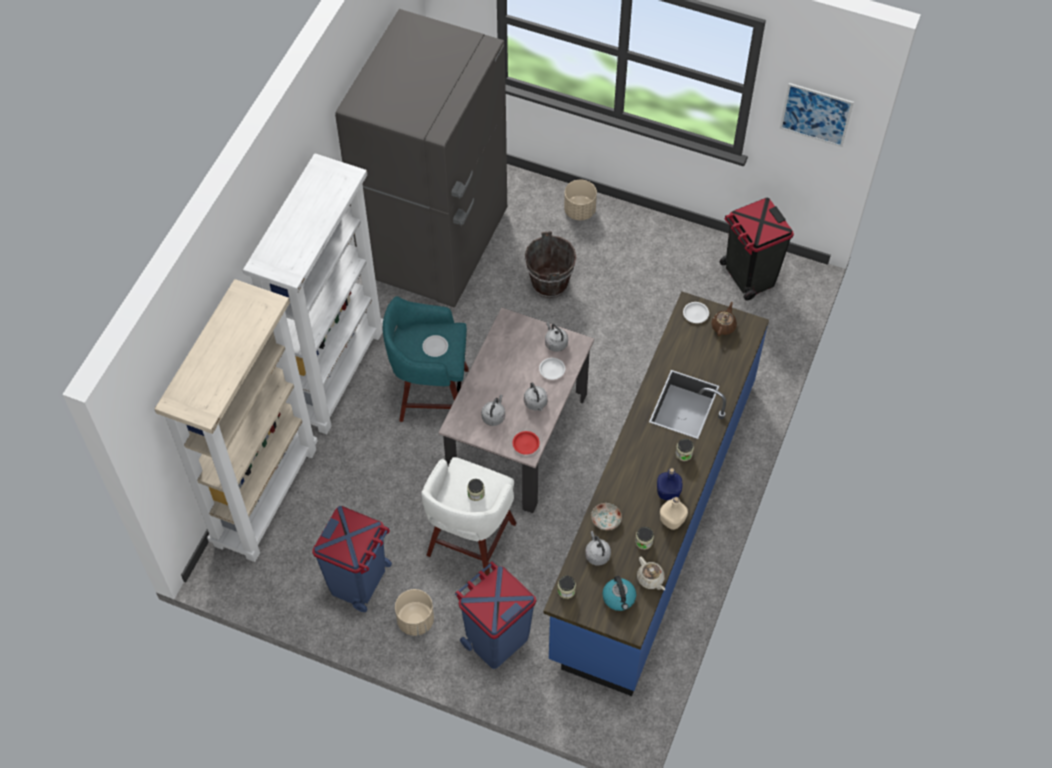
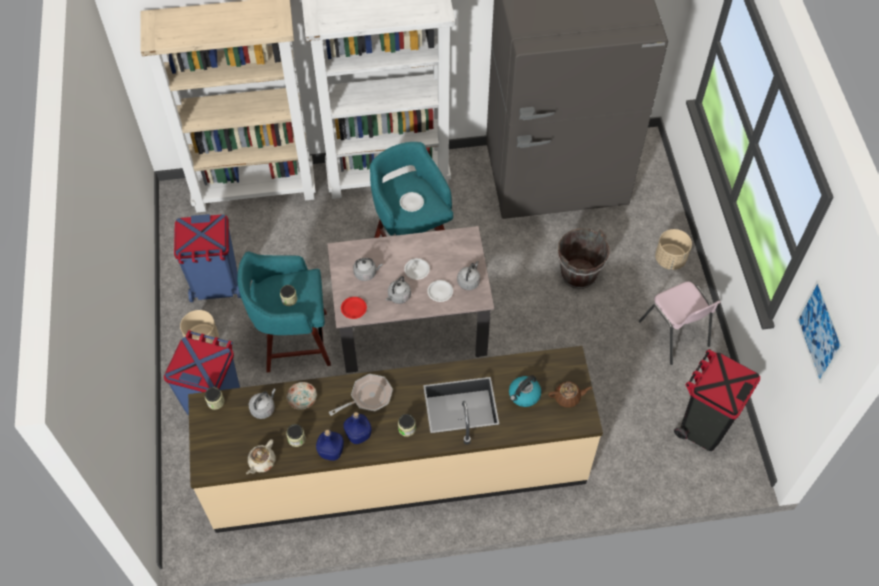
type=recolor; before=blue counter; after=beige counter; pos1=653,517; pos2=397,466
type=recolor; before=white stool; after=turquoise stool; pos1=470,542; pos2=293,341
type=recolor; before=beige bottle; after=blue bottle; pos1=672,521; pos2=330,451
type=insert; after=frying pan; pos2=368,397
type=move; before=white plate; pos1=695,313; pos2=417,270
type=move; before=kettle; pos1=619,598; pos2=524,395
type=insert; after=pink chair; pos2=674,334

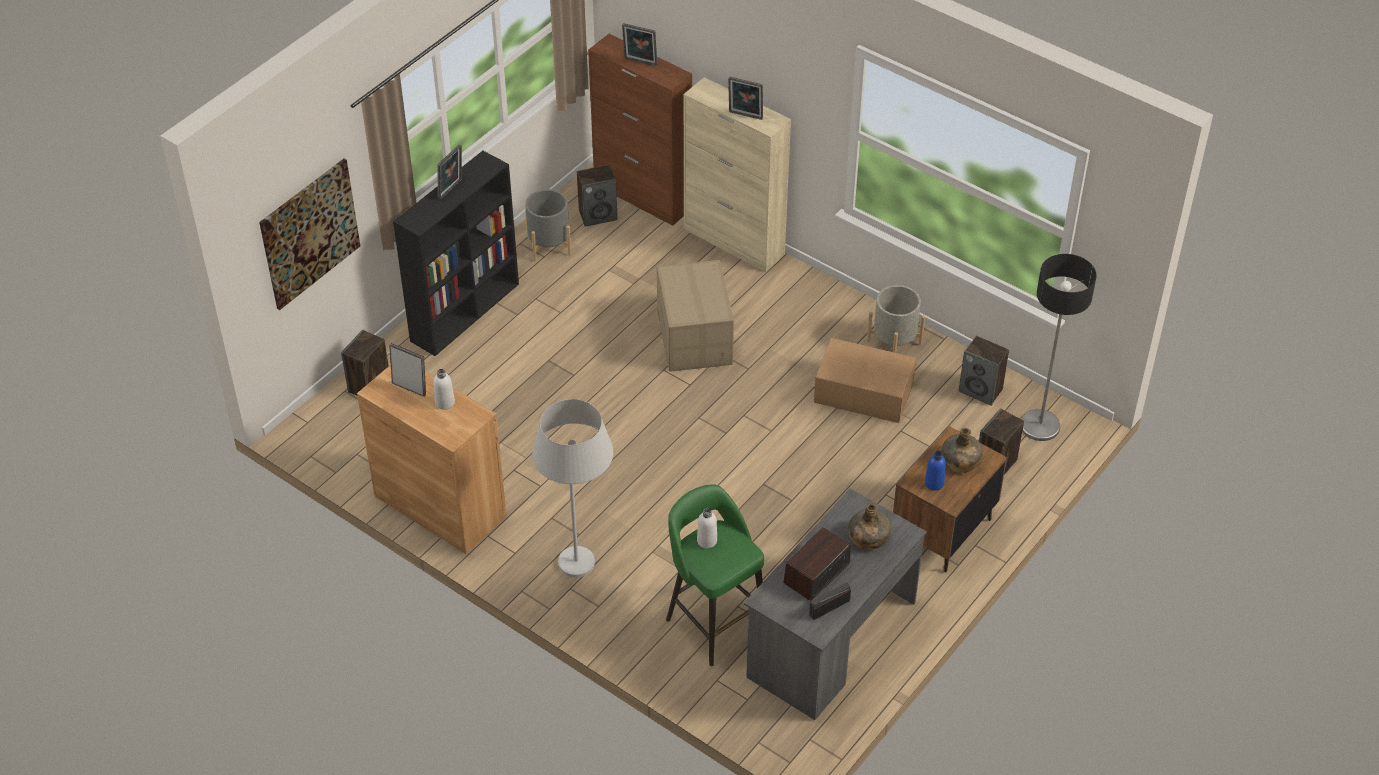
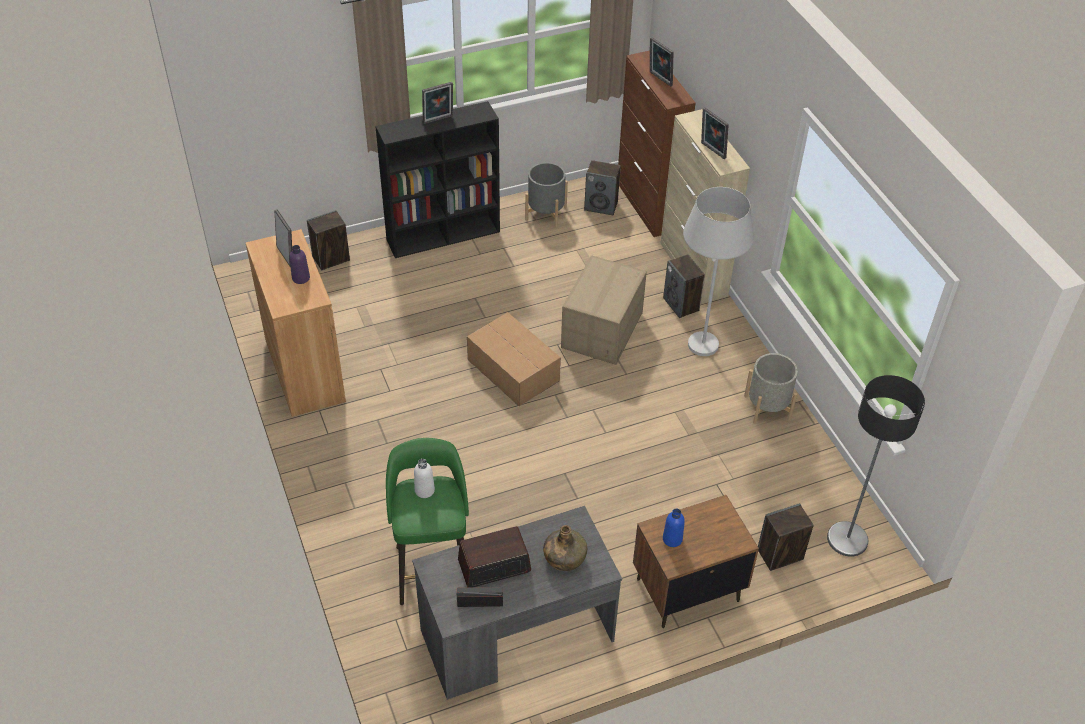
type=recolor; before=white bottle; after=purple bottle; pos1=445,402; pos2=301,278
type=move; before=cardboard box; pos1=862,391; pos2=513,369
type=move; before=speaker; pos1=981,390; pos2=681,304
type=move; before=white floor lamp; pos1=580,579; pos2=699,357
type=delete; before=picture; pos1=309,233
type=delete; before=green bottle; pos1=960,462

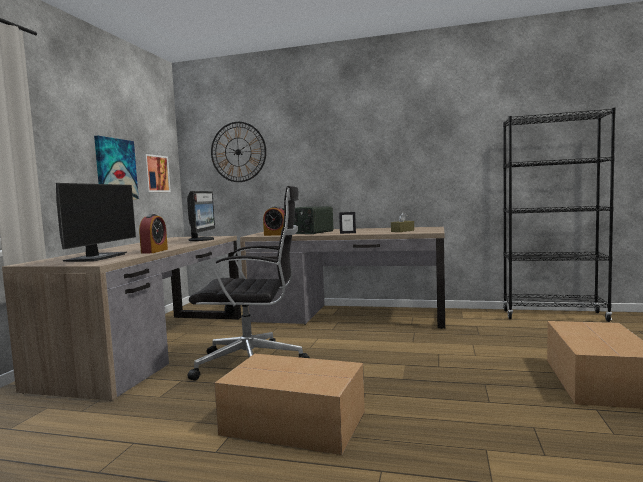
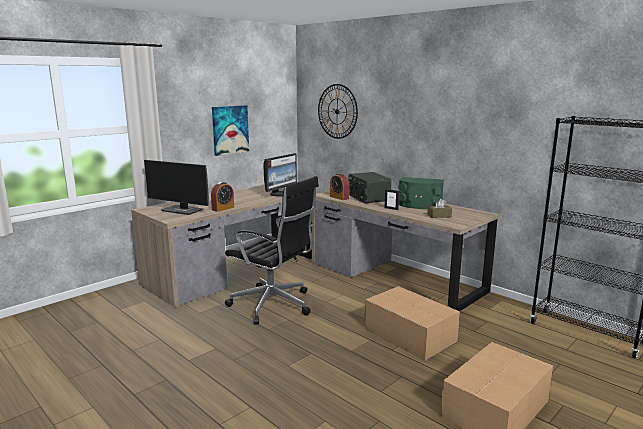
type=rotate; before=monitor; pos1=97,257; pos2=183,210; turn=75
type=move; before=cardboard box; pos1=292,422; pos2=409,334
type=insert; after=green speaker; pos2=419,205
type=delete; before=picture; pos1=154,173

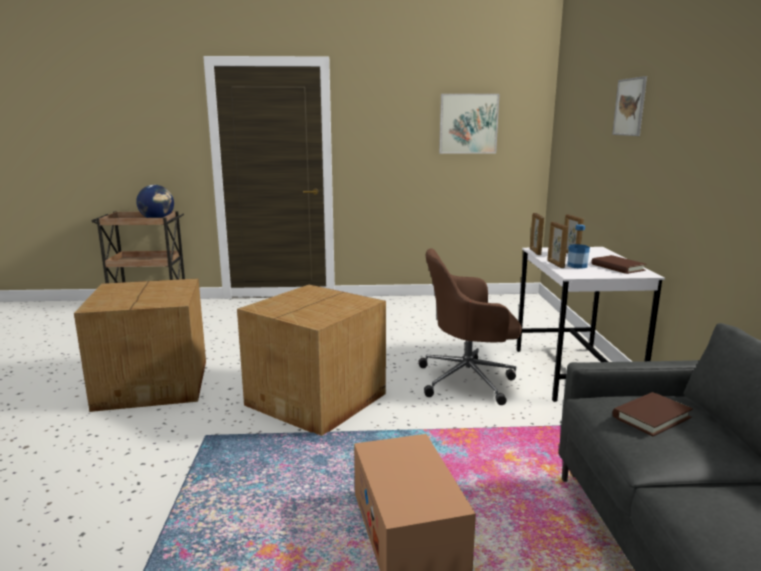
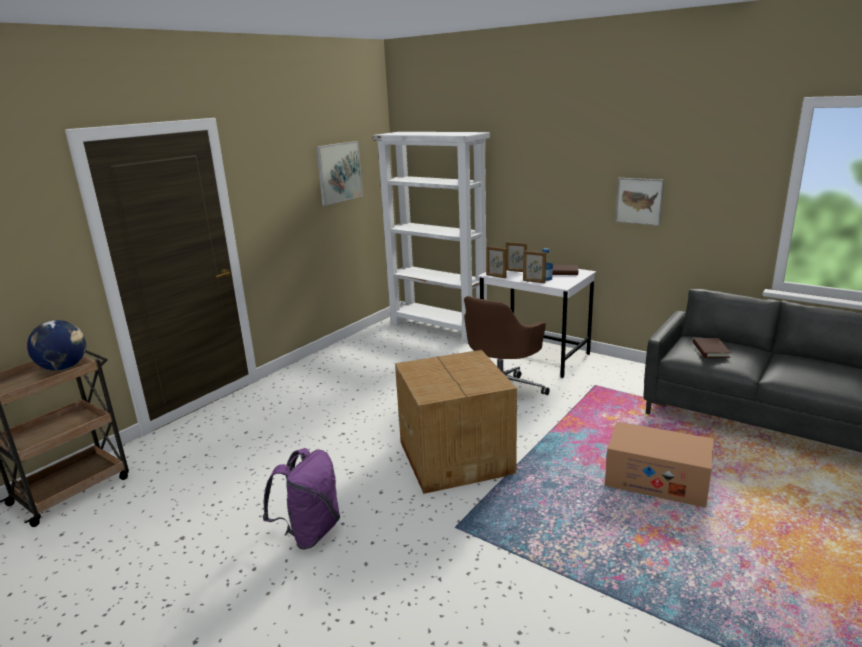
type=replace; before=cardboard box; after=purple backpack; pos1=155,383; pos2=310,532
type=insert; after=white bookcase; pos2=439,328
type=move; before=picture; pos1=630,107; pos2=639,201

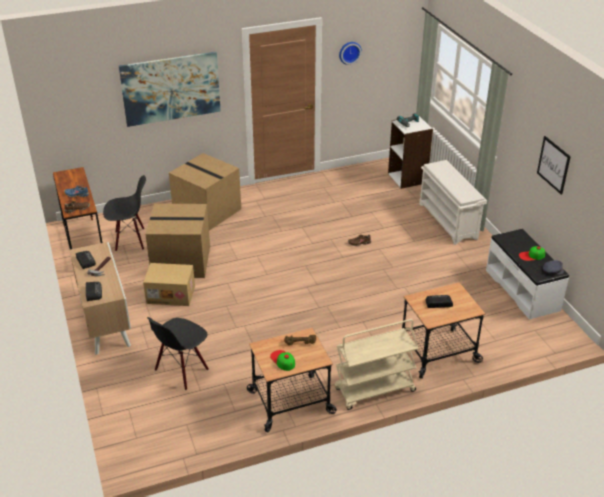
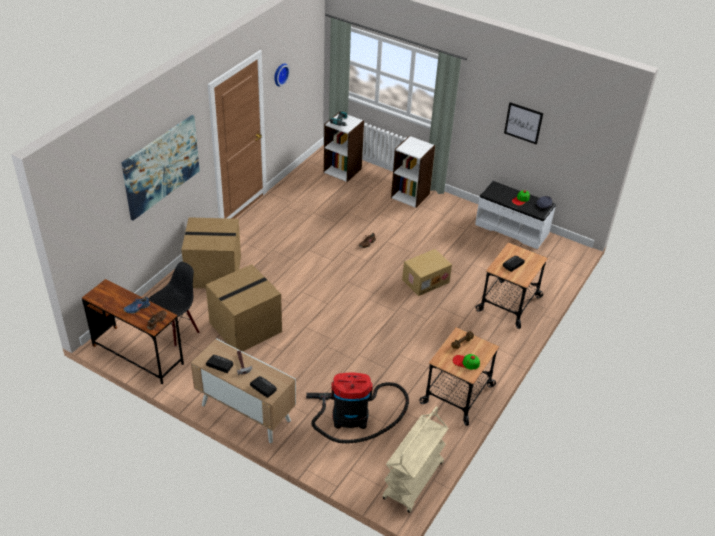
type=replace; before=black chair; after=vacuum cleaner; pos1=182,370; pos2=354,416
type=move; before=beige cart; pos1=374,390; pos2=413,481
type=replace; before=white shoe rack; after=white bookcase; pos1=448,221; pos2=410,195
type=move; before=cardboard box; pos1=171,294; pos2=425,280

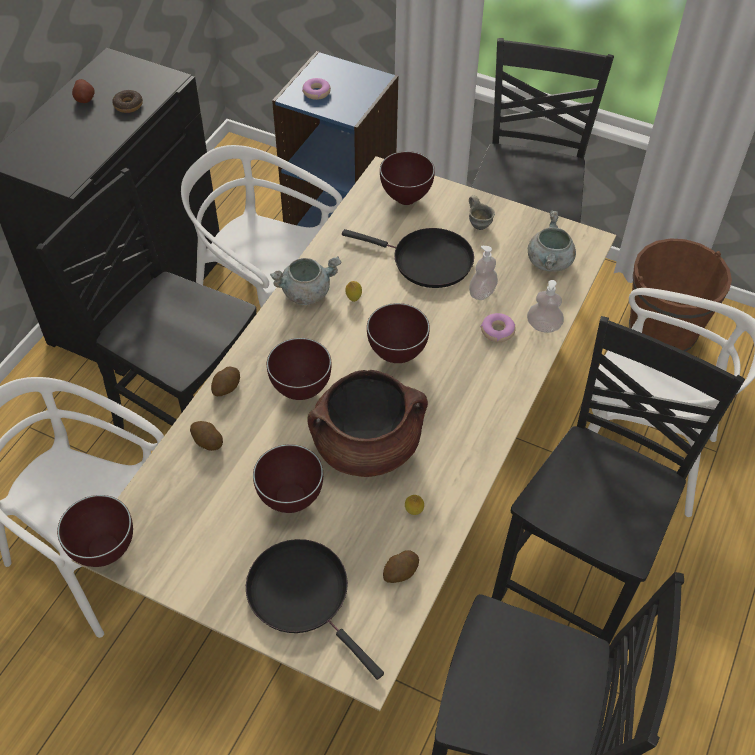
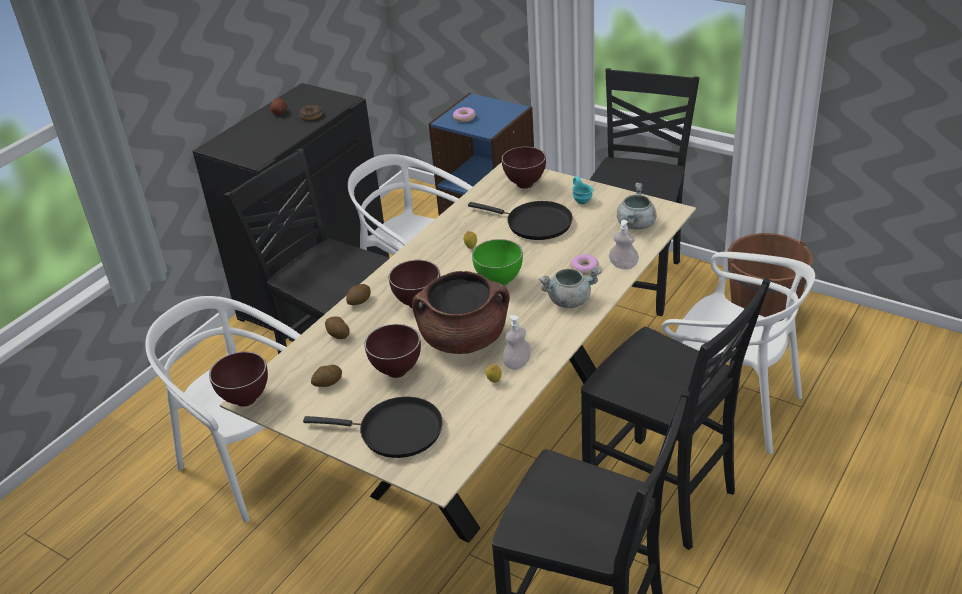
type=rotate; before=black frying pan; pos1=303,595; pos2=395,431; turn=135
type=move; before=potato; pos1=400,573; pos2=328,383
type=recolor; before=brown bowl; after=green bowl; pos1=397,354; pos2=499,282
type=move; before=soap dispenser; pos1=482,293; pos2=517,363
type=move; before=grey cooking pot; pos1=306,292; pos2=569,300
type=recolor; before=grey mug; after=turquoise mug; pos1=479,224; pos2=582,200
type=rotate; before=black chair; pos1=578,577; pos2=662,495; turn=90

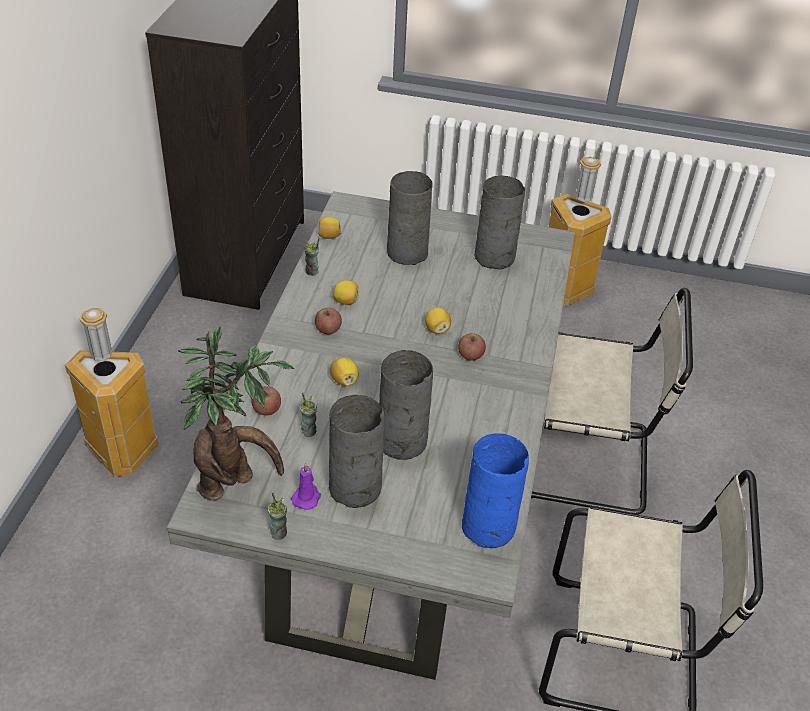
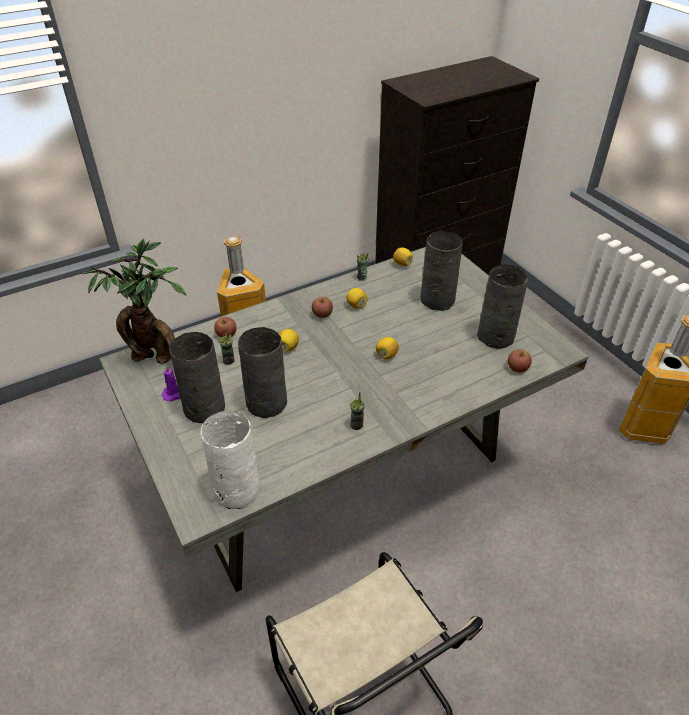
type=recolor; before=blue vase; after=white vase; pos1=488,528; pos2=235,490
type=move; before=cup; pos1=278,532; pos2=357,425
type=move; before=apple; pos1=470,355; pos2=517,368
type=delete; before=beige chair; pos1=588,461

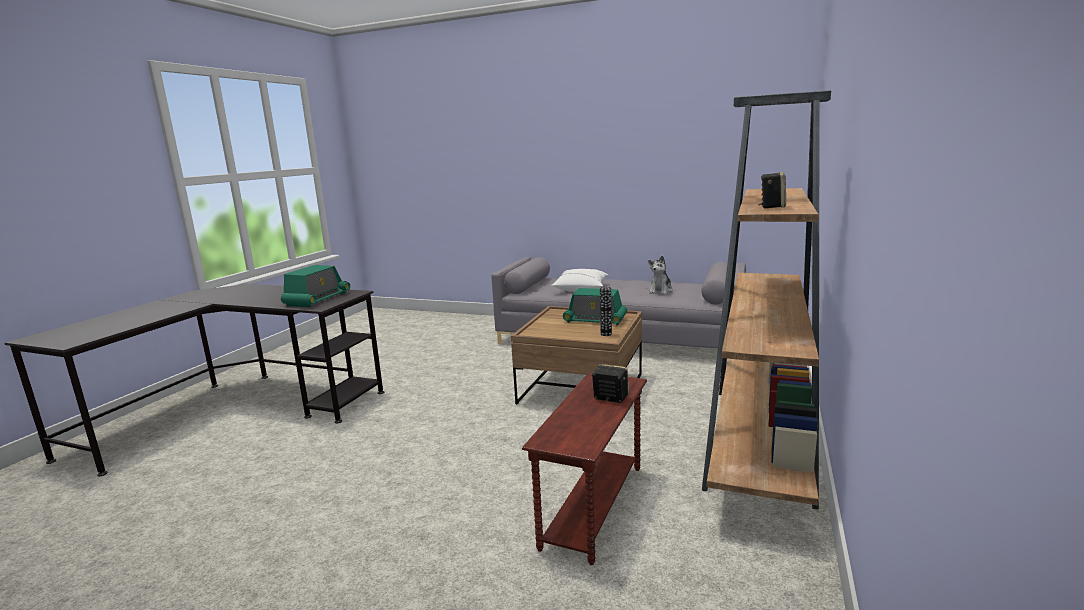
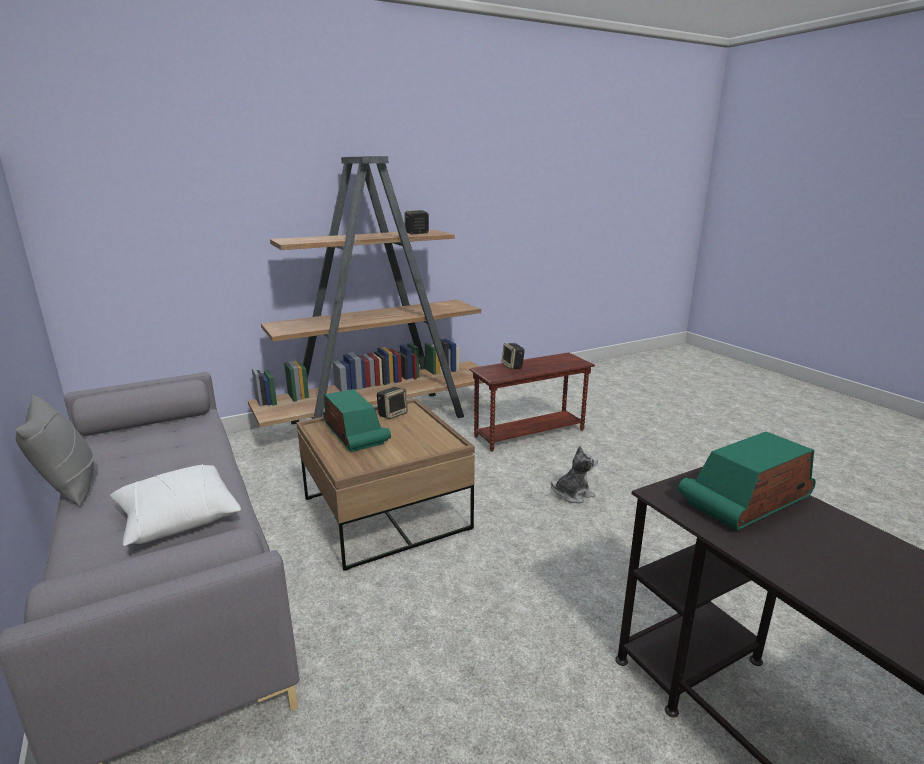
type=insert; after=grey pillow; pos2=70,486
type=replace; before=vase; after=speaker; pos1=606,334; pos2=392,414
type=move; before=plush toy; pos1=660,291; pos2=573,494

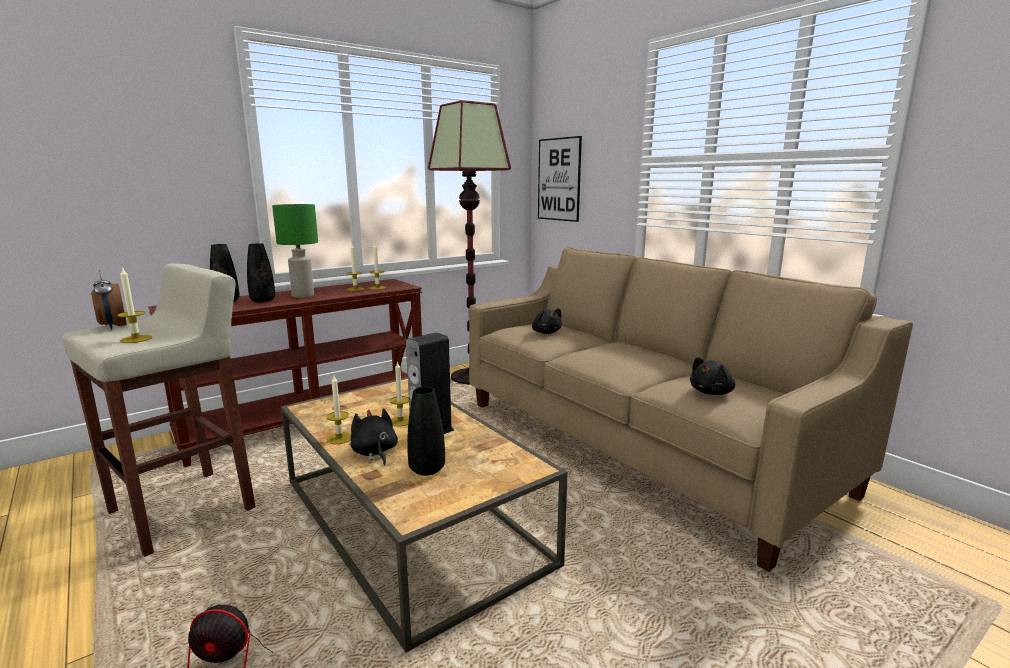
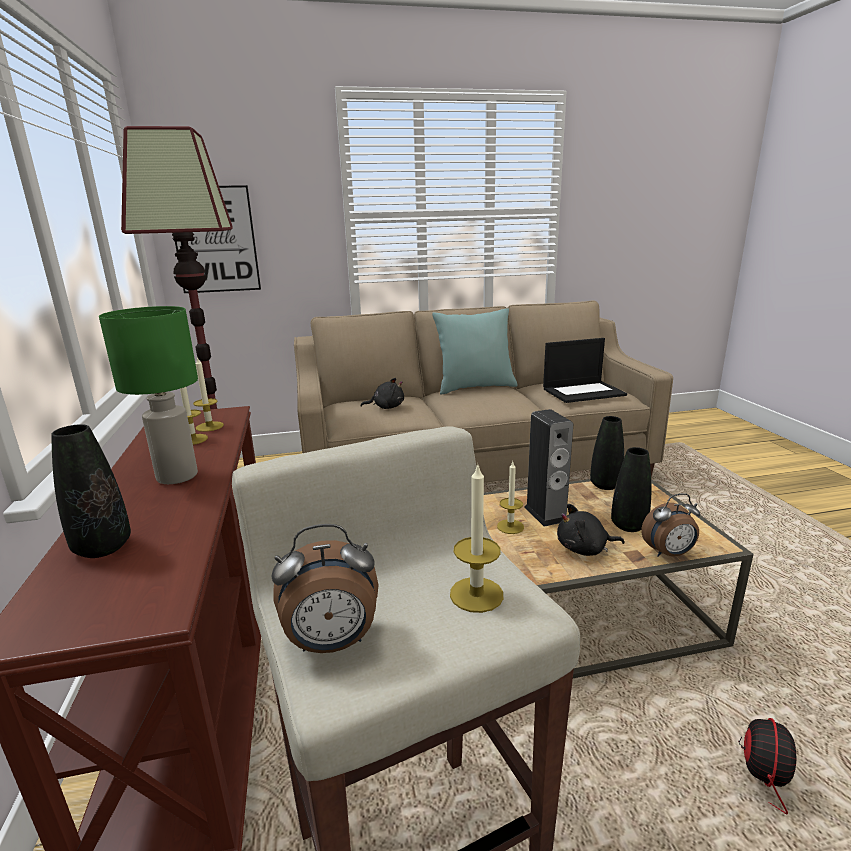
type=insert; after=turquoise pillow; pos2=475,387
type=replace; before=black plush toy; after=laptop; pos1=712,392; pos2=583,392
type=move; before=black vase; pos1=263,300; pos2=605,485
type=insert; after=alarm clock; pos2=669,554
type=delete; before=candle; pos1=339,438

